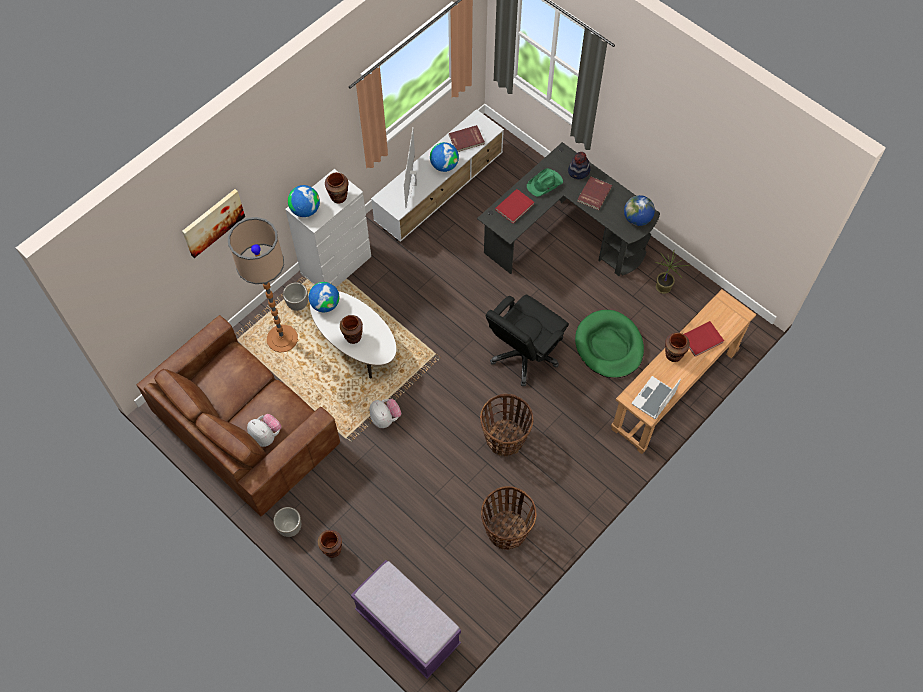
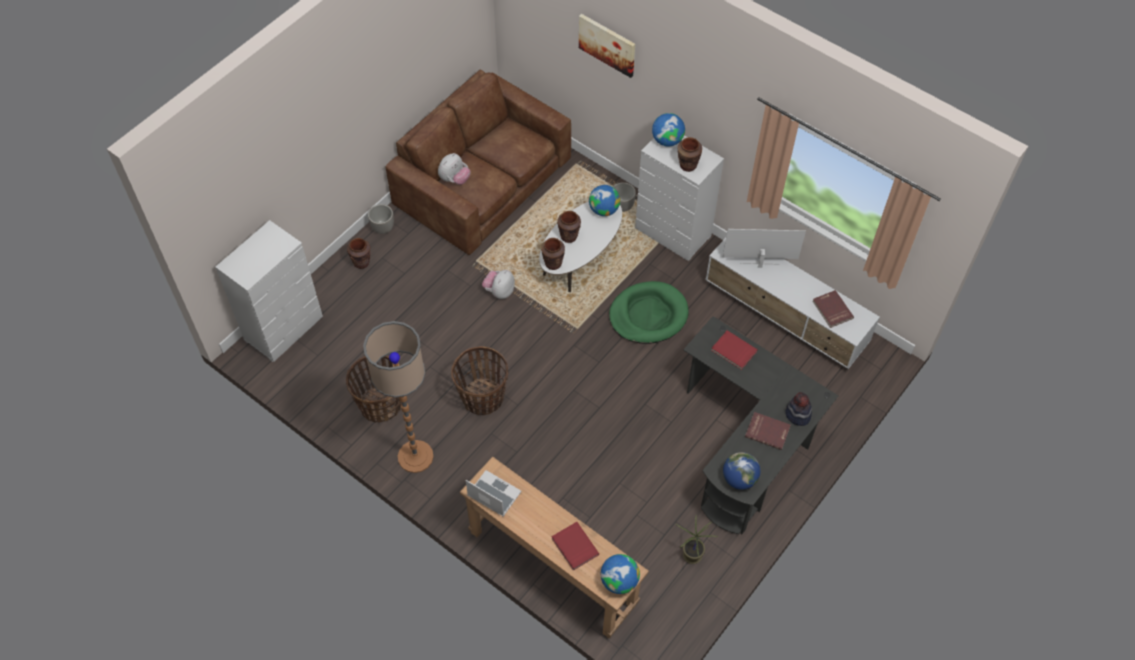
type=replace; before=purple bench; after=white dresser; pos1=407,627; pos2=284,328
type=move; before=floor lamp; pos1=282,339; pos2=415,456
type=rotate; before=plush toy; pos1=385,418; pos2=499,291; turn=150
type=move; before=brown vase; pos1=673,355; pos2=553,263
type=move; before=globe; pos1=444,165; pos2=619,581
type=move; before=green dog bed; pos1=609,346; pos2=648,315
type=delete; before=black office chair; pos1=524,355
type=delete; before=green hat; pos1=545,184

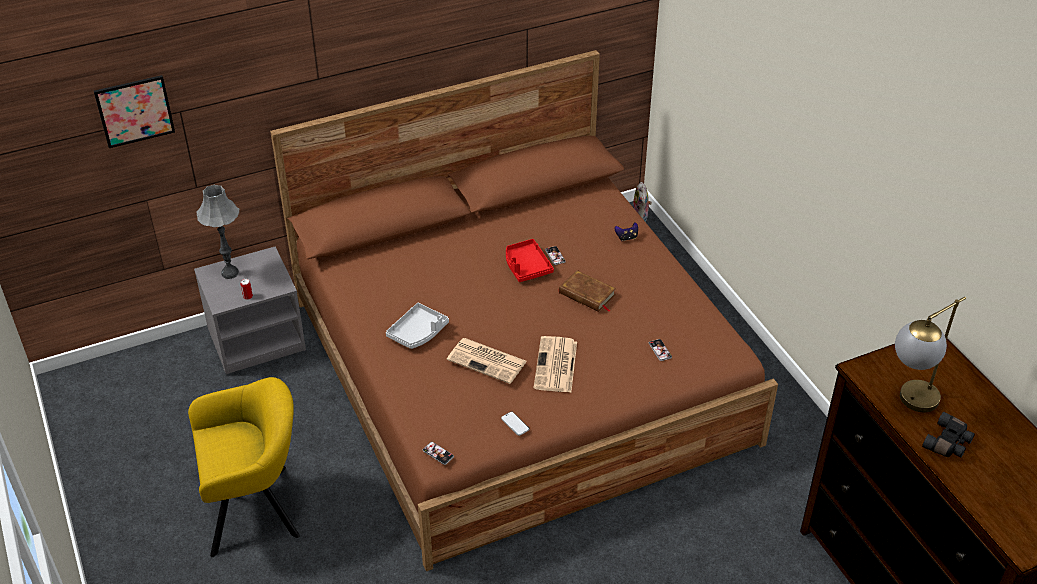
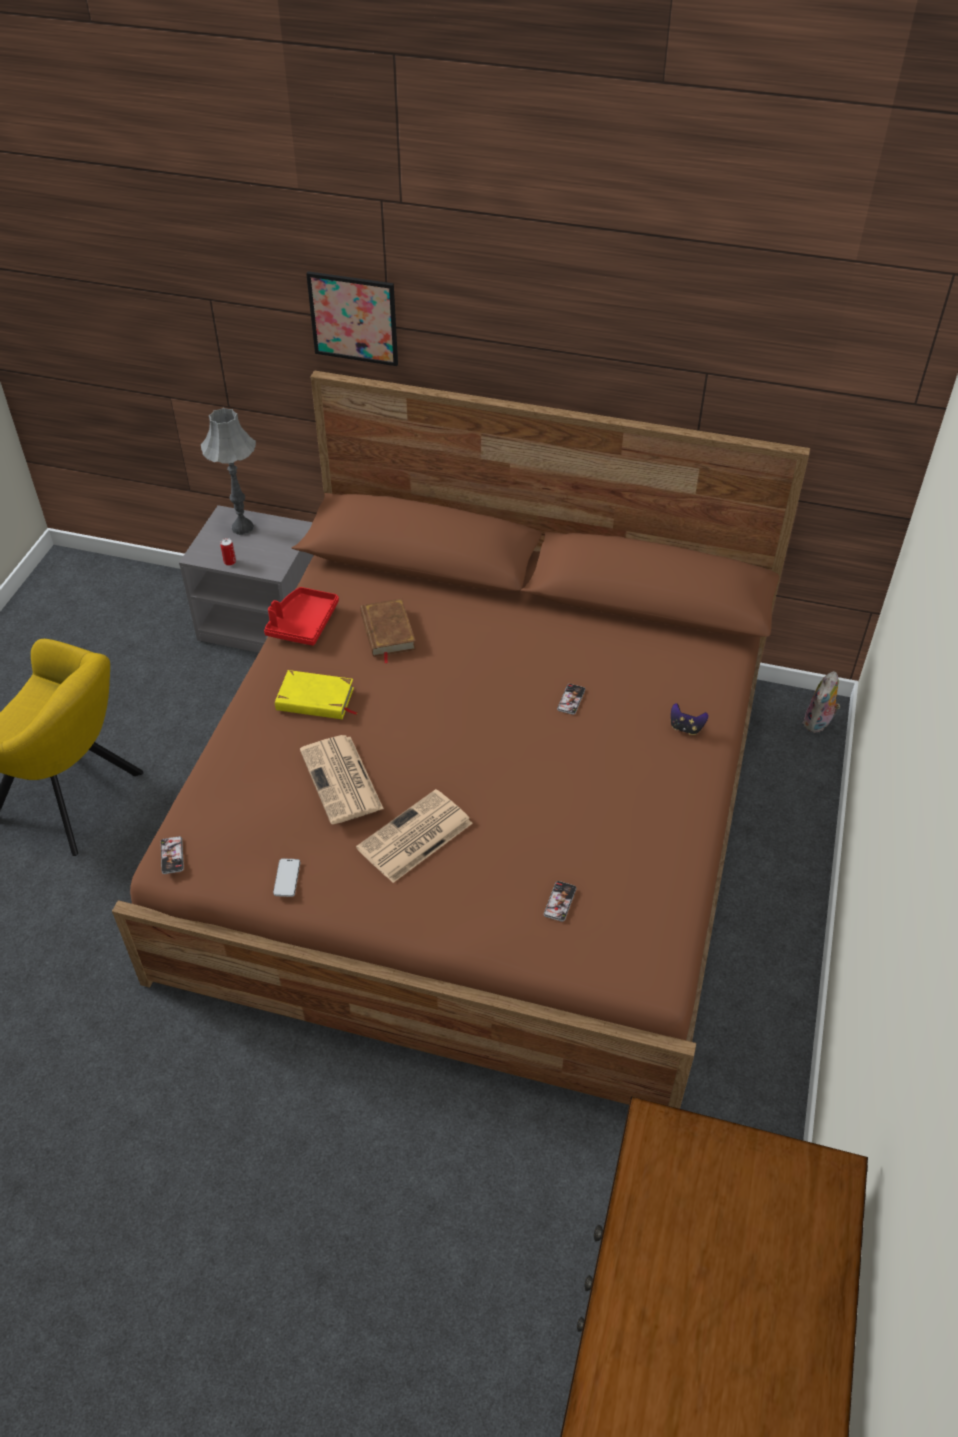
type=move; before=red tray; pos1=526,266; pos2=302,623
type=replace; before=grey tray; after=yellow book; pos1=418,332; pos2=315,699
type=move; before=picture; pos1=135,111; pos2=353,318
type=move; before=brown book; pos1=587,294; pos2=387,632
type=delete; before=table lamp; pos1=909,404
type=delete; before=black binoculars; pos1=948,443

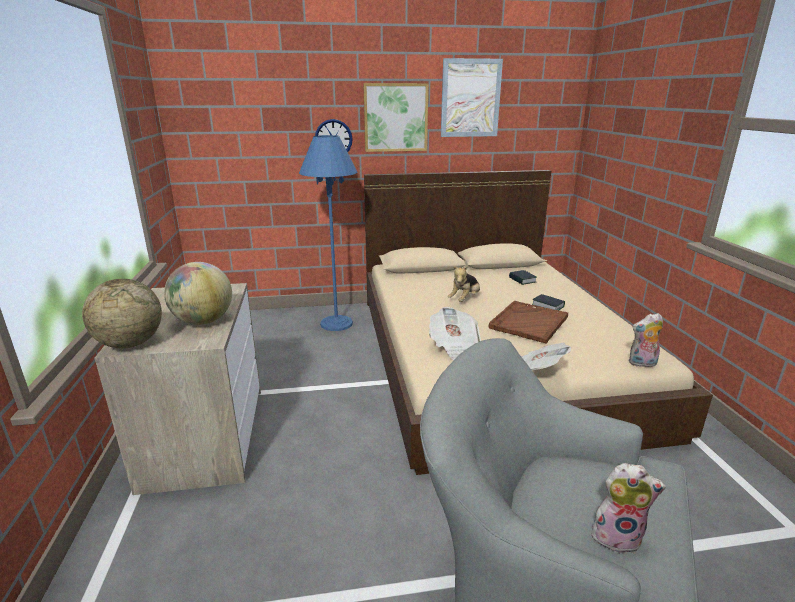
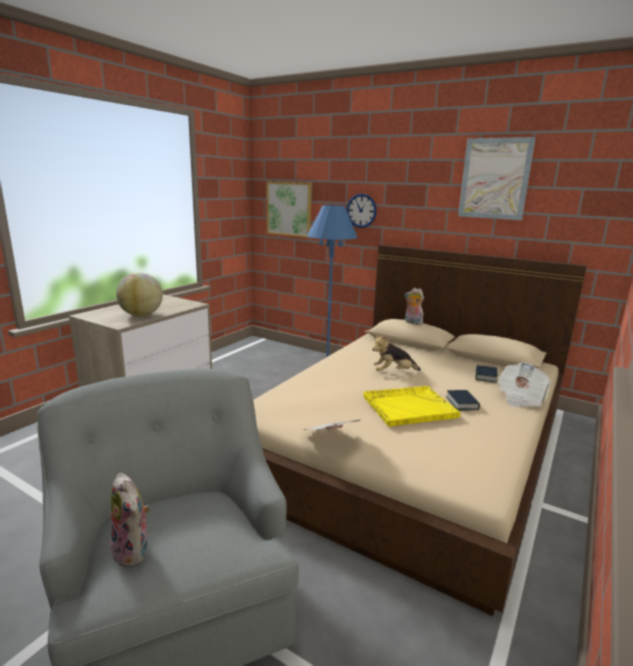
type=move; before=picture; pos1=395,117; pos2=289,209
type=recolor; before=brown tray; after=yellow tray; pos1=528,323; pos2=408,407
type=move; before=plush toy; pos1=642,364; pos2=412,323
type=move; before=newspaper; pos1=454,347; pos2=520,398
type=delete; before=globe; pos1=130,343

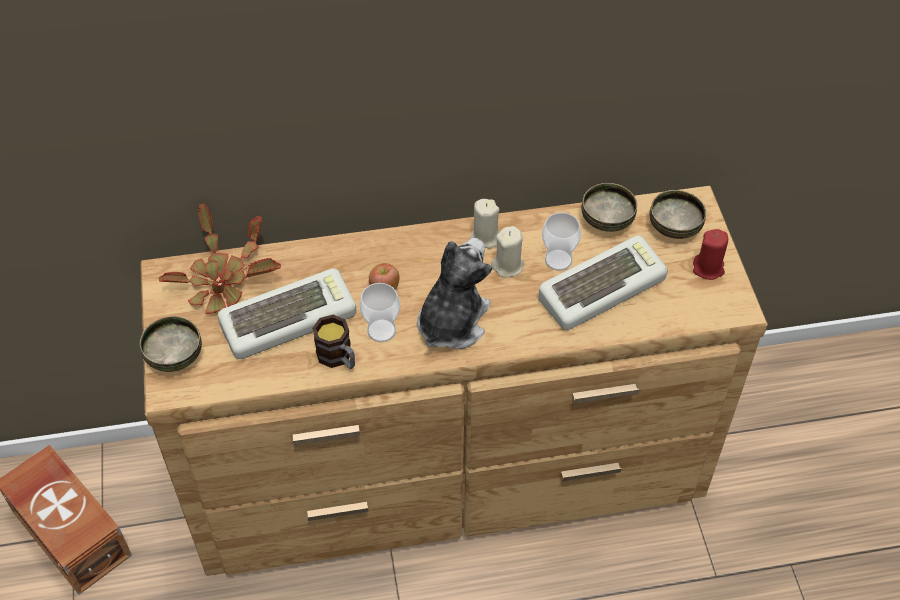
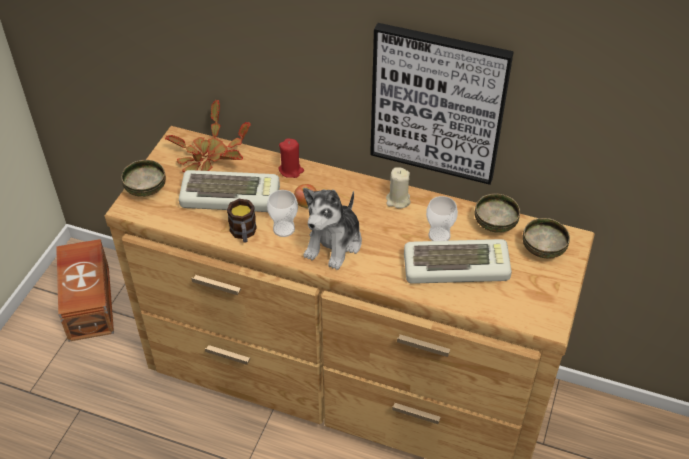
type=move; before=red candle; pos1=708,268; pos2=291,170
type=rotate; before=plush toy; pos1=452,322; pos2=334,243; turn=150
type=insert; after=picture; pos2=438,103
type=delete; before=beige candle; pos1=508,266

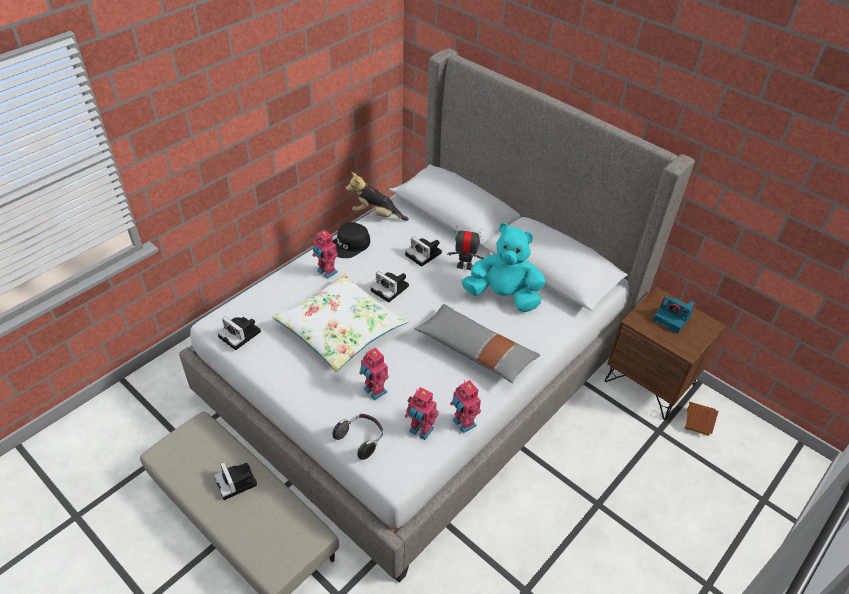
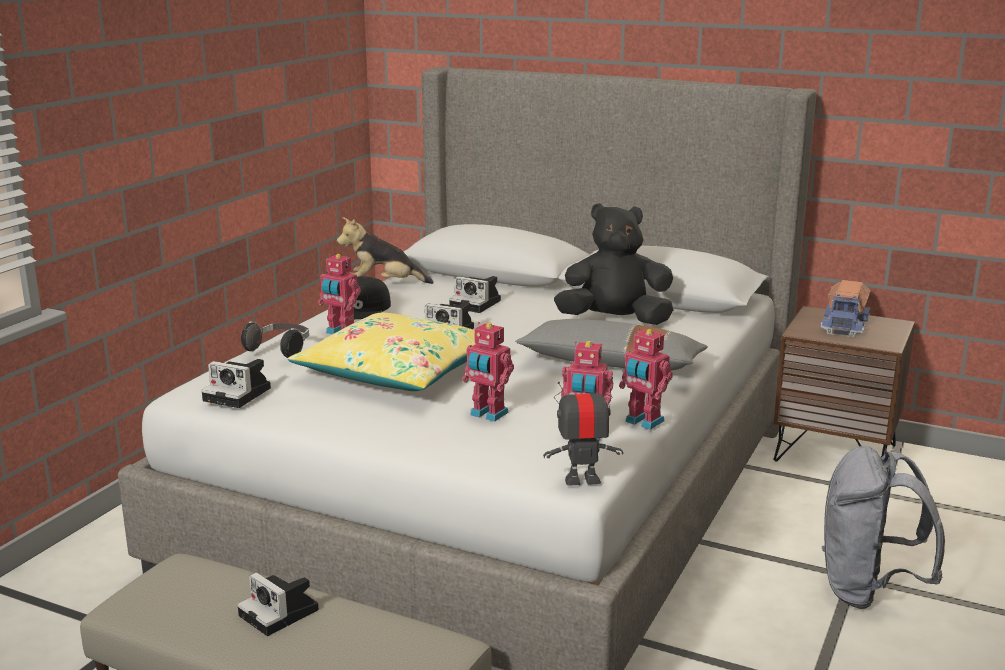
type=move; before=headphones; pos1=361,439; pos2=280,350
type=recolor; before=white pillow; after=yellow pillow; pos1=341,329; pos2=397,372
type=move; before=toy robot; pos1=465,266; pos2=582,480
type=recolor; before=turquoise plush toy; after=black plush toy; pos1=503,296; pos2=614,321
type=replace; before=photo camera; after=toy truck; pos1=672,318; pos2=845,325
type=insert; after=grey backpack; pos2=868,591
type=delete; before=toy house; pos1=697,422

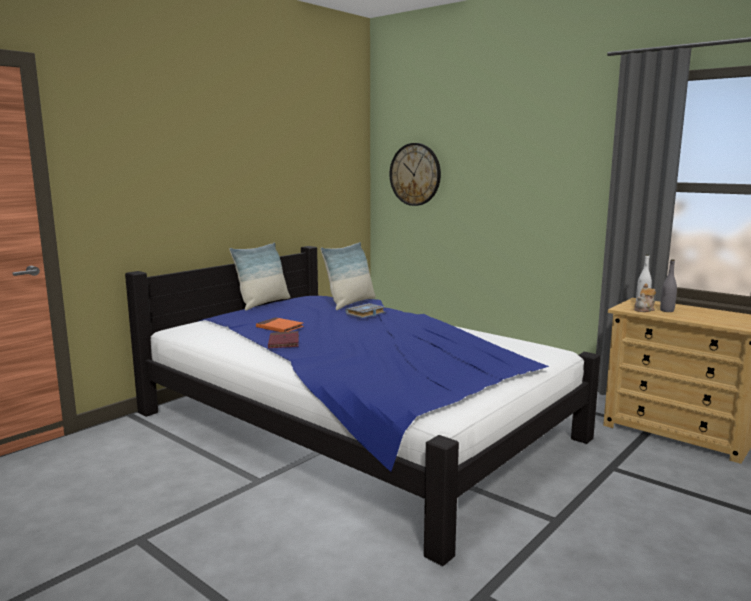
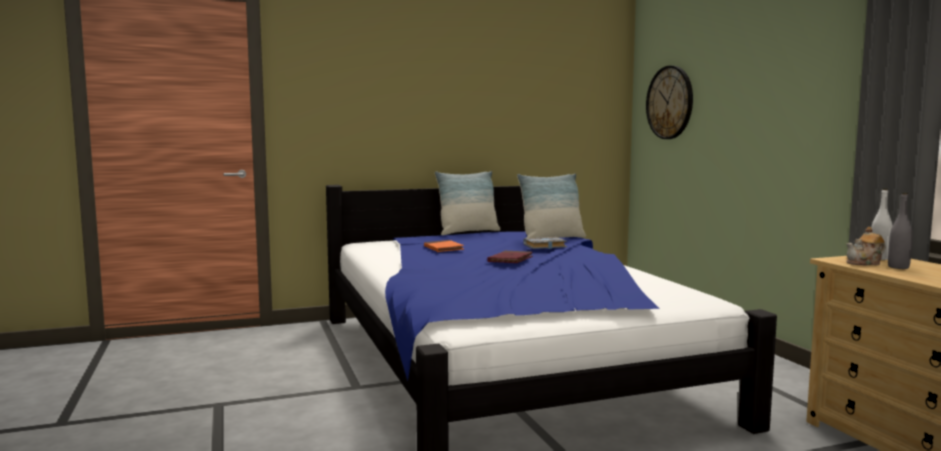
type=move; before=red book; pos1=284,342; pos2=510,260

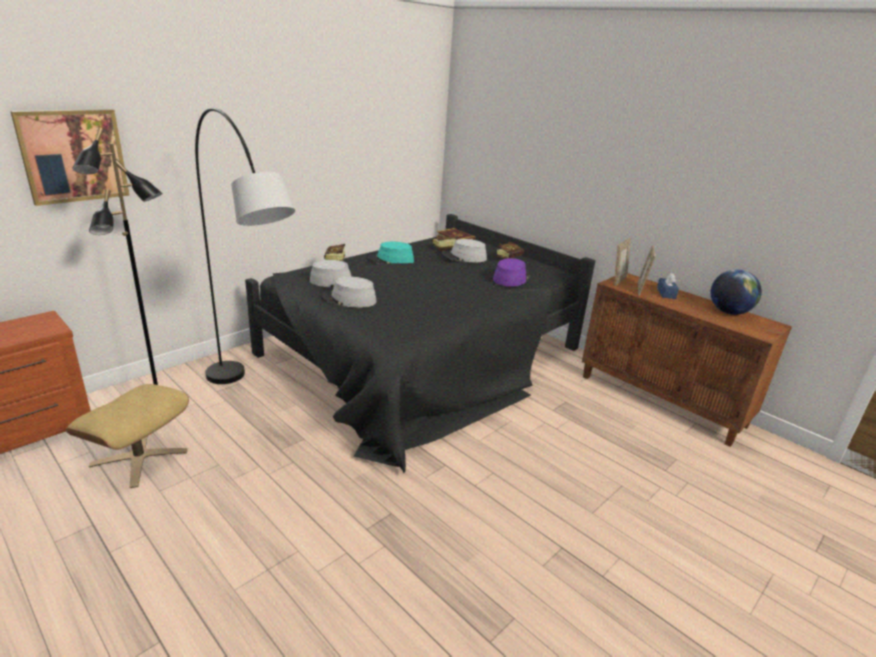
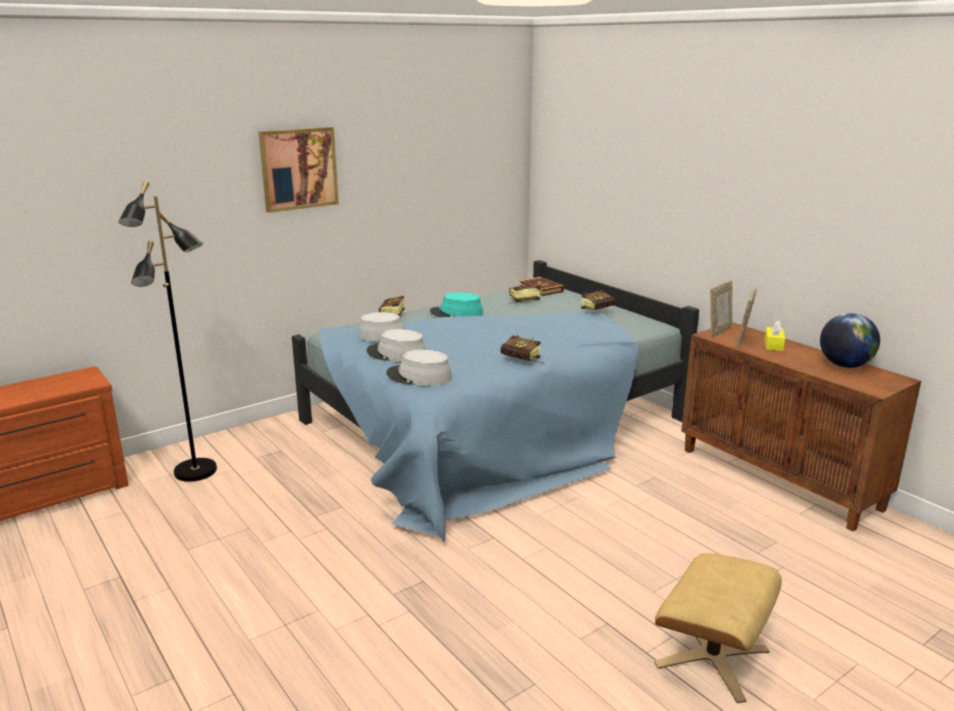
type=move; before=picture; pos1=73,156; pos2=298,169
type=recolor; before=black bed; after=blue bed; pos1=423,357; pos2=493,426
type=move; before=grey hat; pos1=464,257; pos2=419,376
type=insert; after=book; pos2=524,361
type=move; before=beige ottoman; pos1=139,458; pos2=713,658
type=recolor; before=blue tissue box; after=yellow tissue box; pos1=666,293; pos2=773,345
type=delete; before=grey floor lamp; pos1=253,407
type=delete; before=purple hat; pos1=511,278

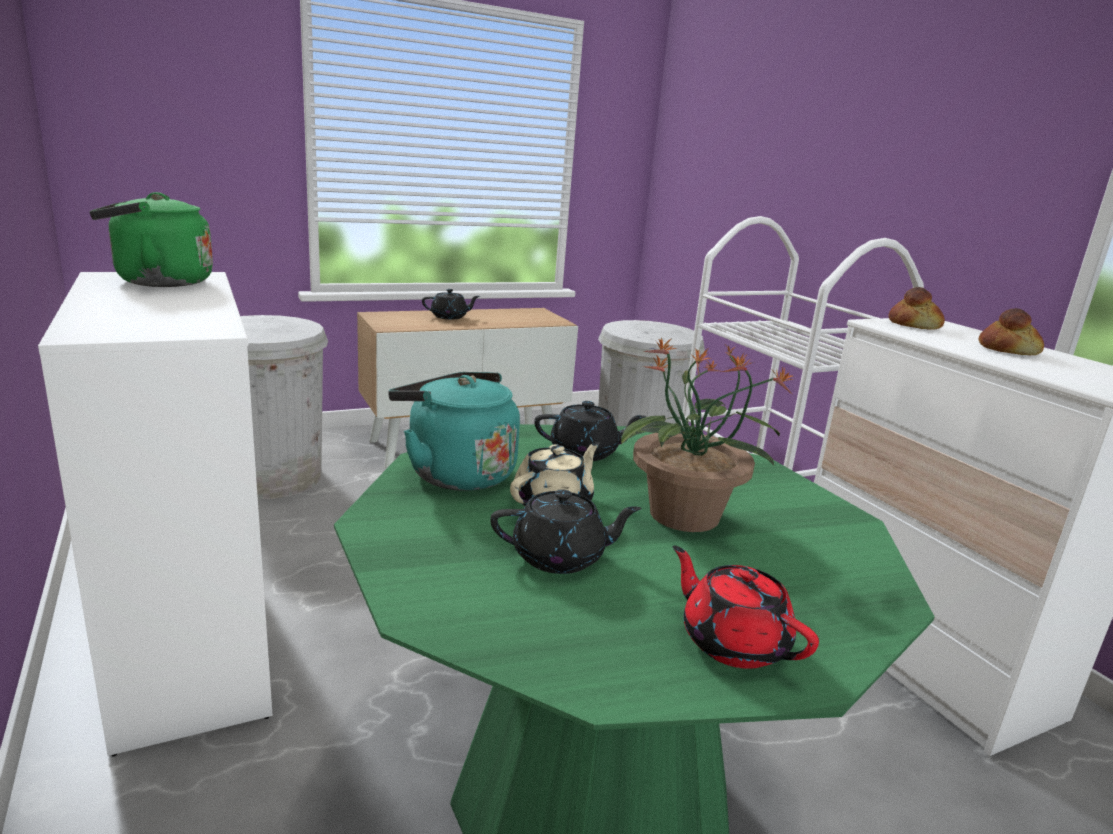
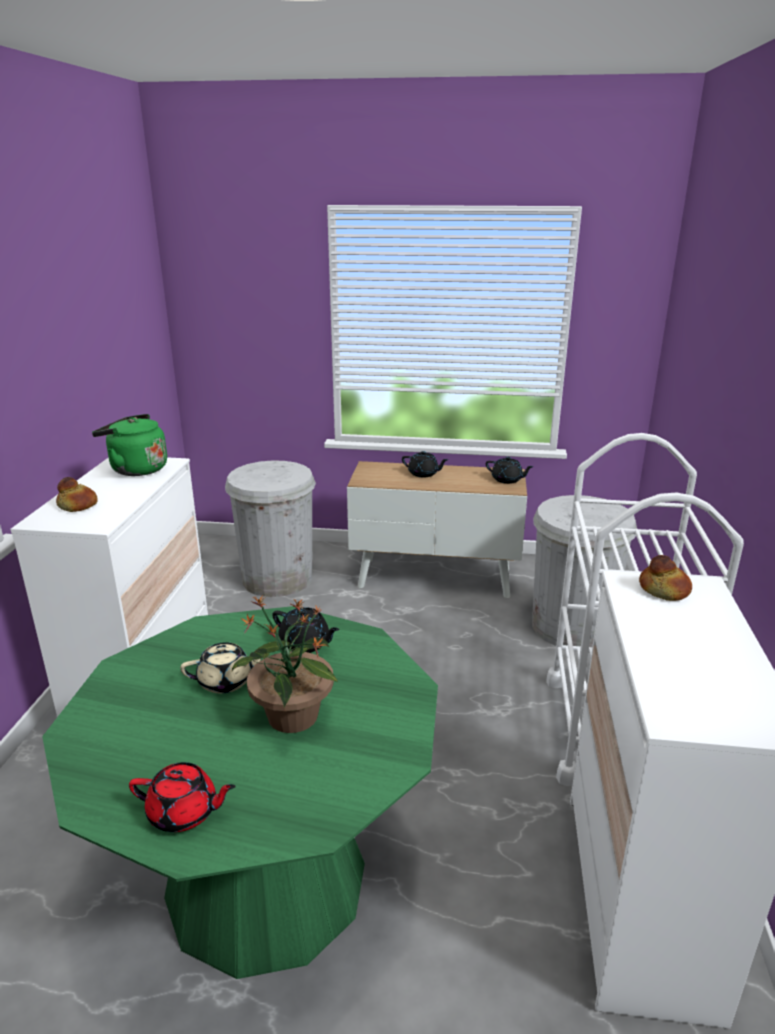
type=move; before=bread; pos1=1008,350; pos2=78,505
type=rotate; before=red teapot; pos1=732,642; pos2=184,813; turn=105
type=move; before=black teapot; pos1=560,557; pos2=507,480
type=delete; before=turquoise kettle; pos1=455,473

